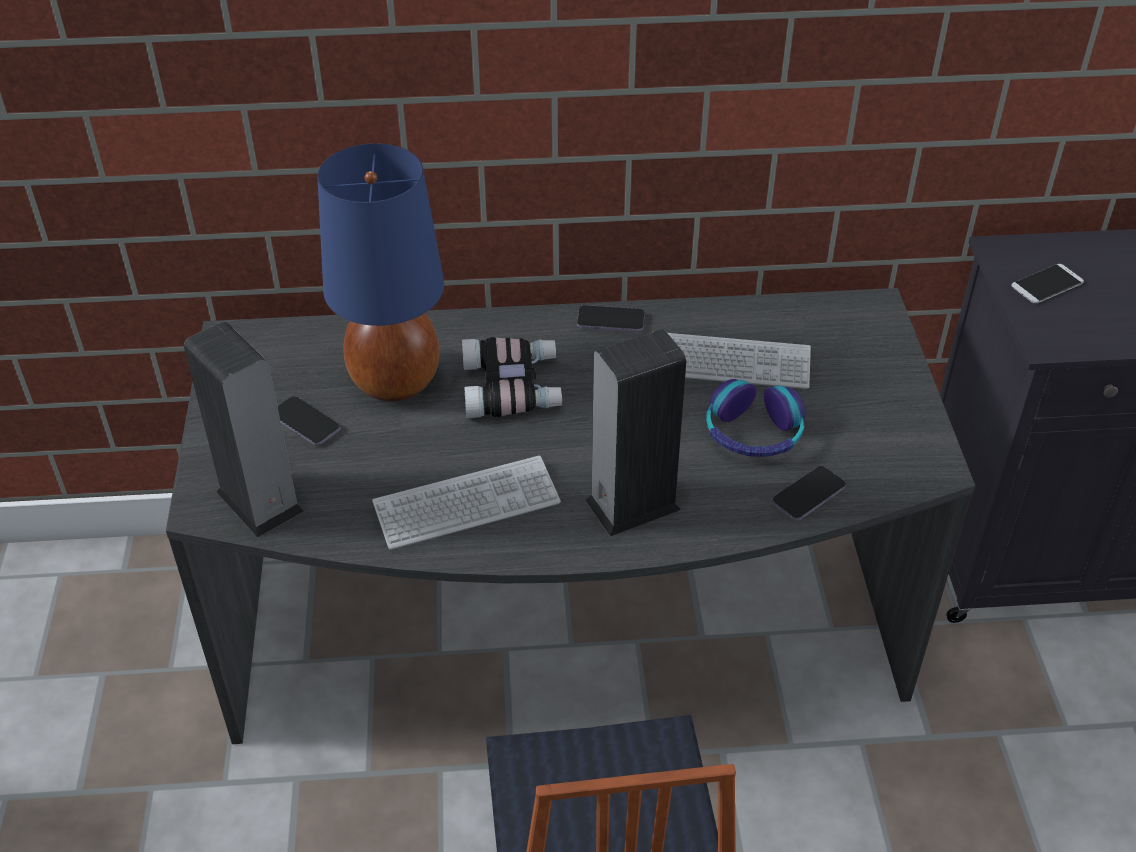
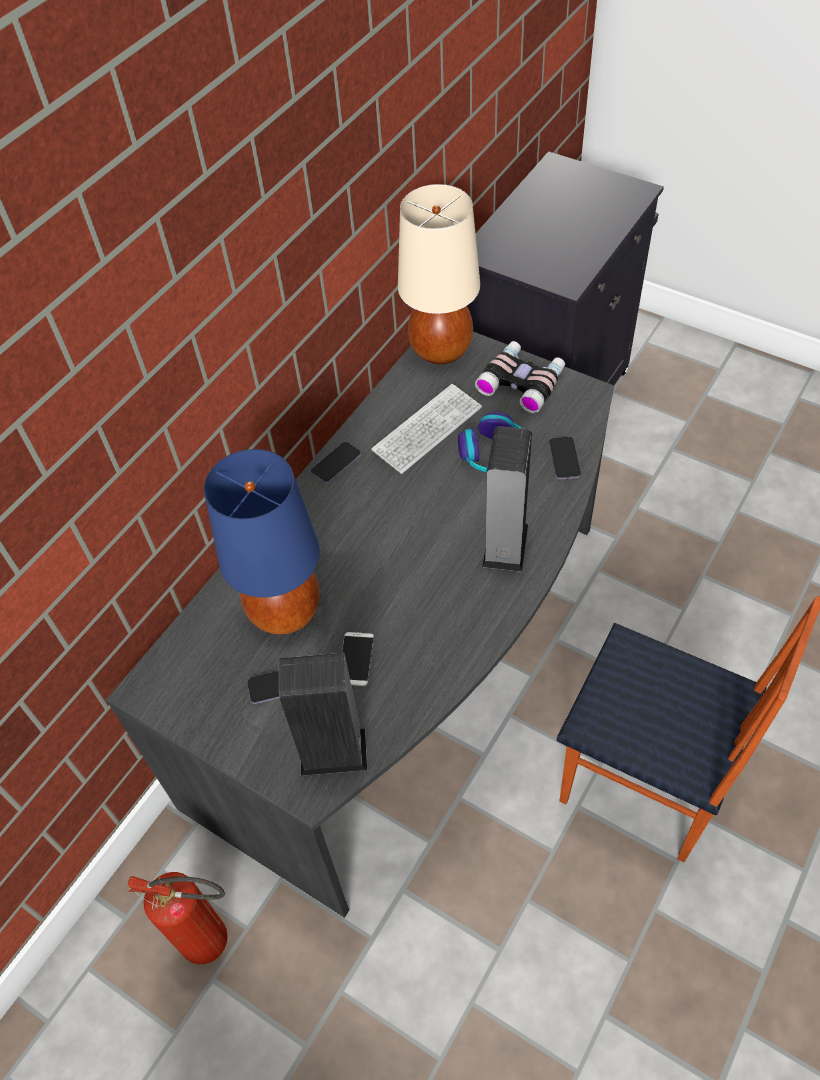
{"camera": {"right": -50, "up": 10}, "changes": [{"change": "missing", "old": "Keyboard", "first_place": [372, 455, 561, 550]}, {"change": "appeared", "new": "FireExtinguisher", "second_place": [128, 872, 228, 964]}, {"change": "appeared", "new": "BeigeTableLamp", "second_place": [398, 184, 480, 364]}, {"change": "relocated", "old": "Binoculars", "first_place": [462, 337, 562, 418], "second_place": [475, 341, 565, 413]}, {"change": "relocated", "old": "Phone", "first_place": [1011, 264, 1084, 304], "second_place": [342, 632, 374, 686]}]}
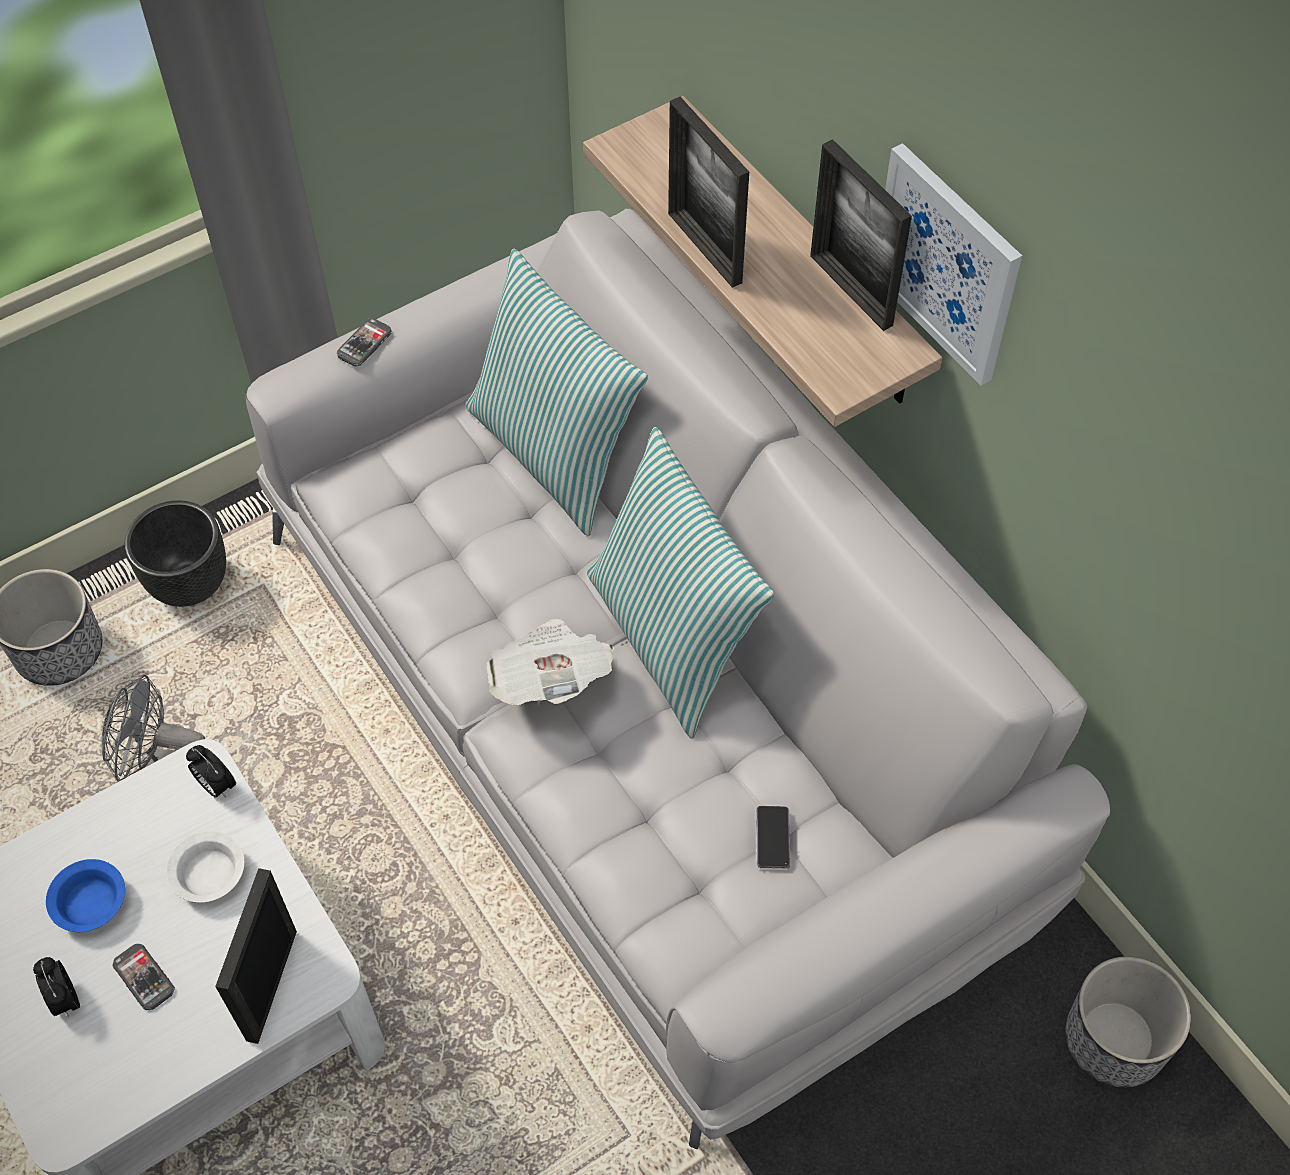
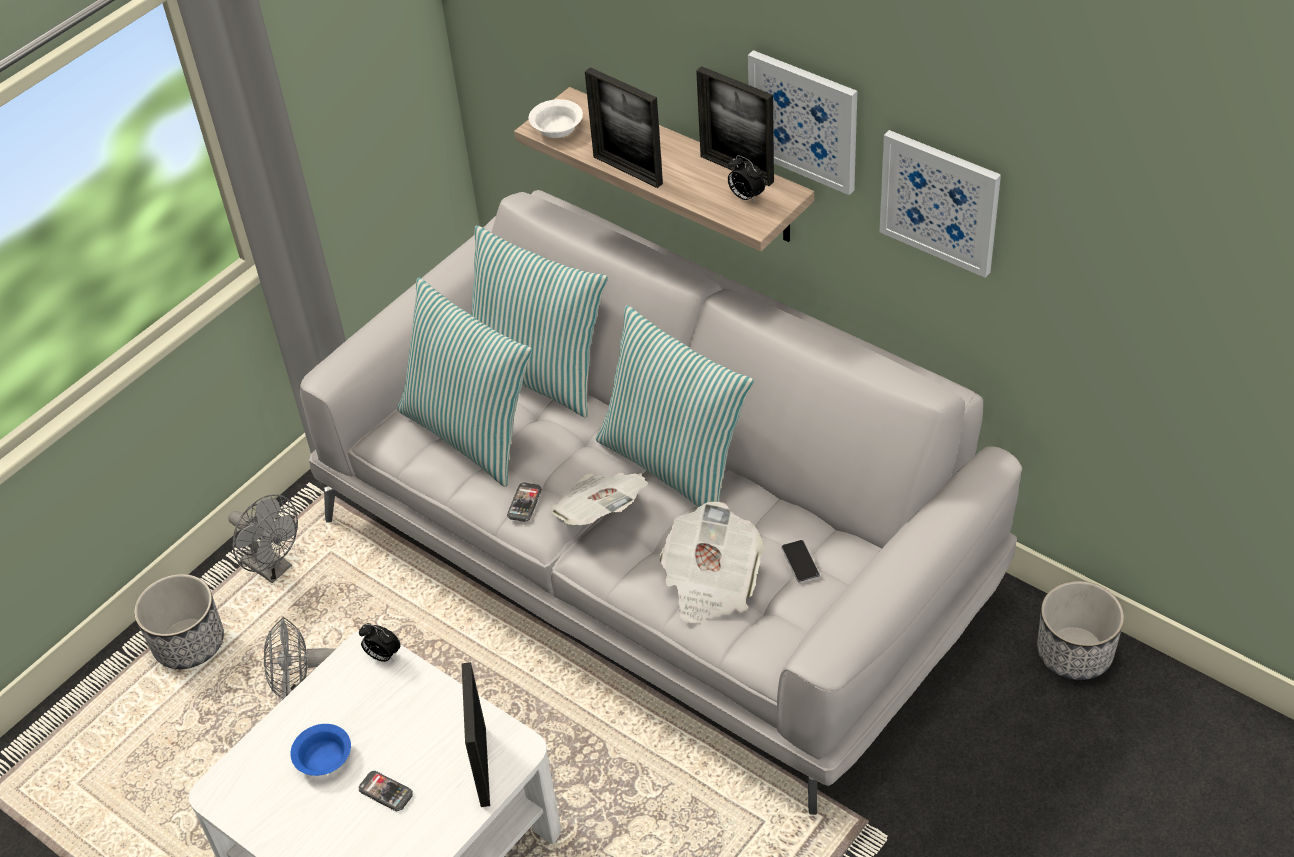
{"camera": {"right": -15, "up": -10}, "changes": [{"change": "appeared", "new": "Pillow", "second_place": [397, 278, 532, 487]}, {"change": "appeared", "new": "Newspaper", "second_place": [660, 502, 764, 623]}, {"change": "appeared", "new": "Picture", "second_place": [879, 130, 1001, 278]}, {"change": "relocated", "old": "AlarmClock", "first_place": [33, 957, 80, 1017], "second_place": [728, 155, 765, 203]}, {"change": "relocated", "old": "WhiteBowl", "first_place": [166, 831, 245, 903], "second_place": [529, 99, 583, 138]}, {"change": "relocated", "old": "Phone", "first_place": [337, 318, 392, 366], "second_place": [507, 482, 542, 522]}, {"change": "exchanged", "old": "BlackPlanter", "new": "GreyFan", "first_place": [125, 500, 226, 607], "second_place": [228, 494, 298, 583]}]}
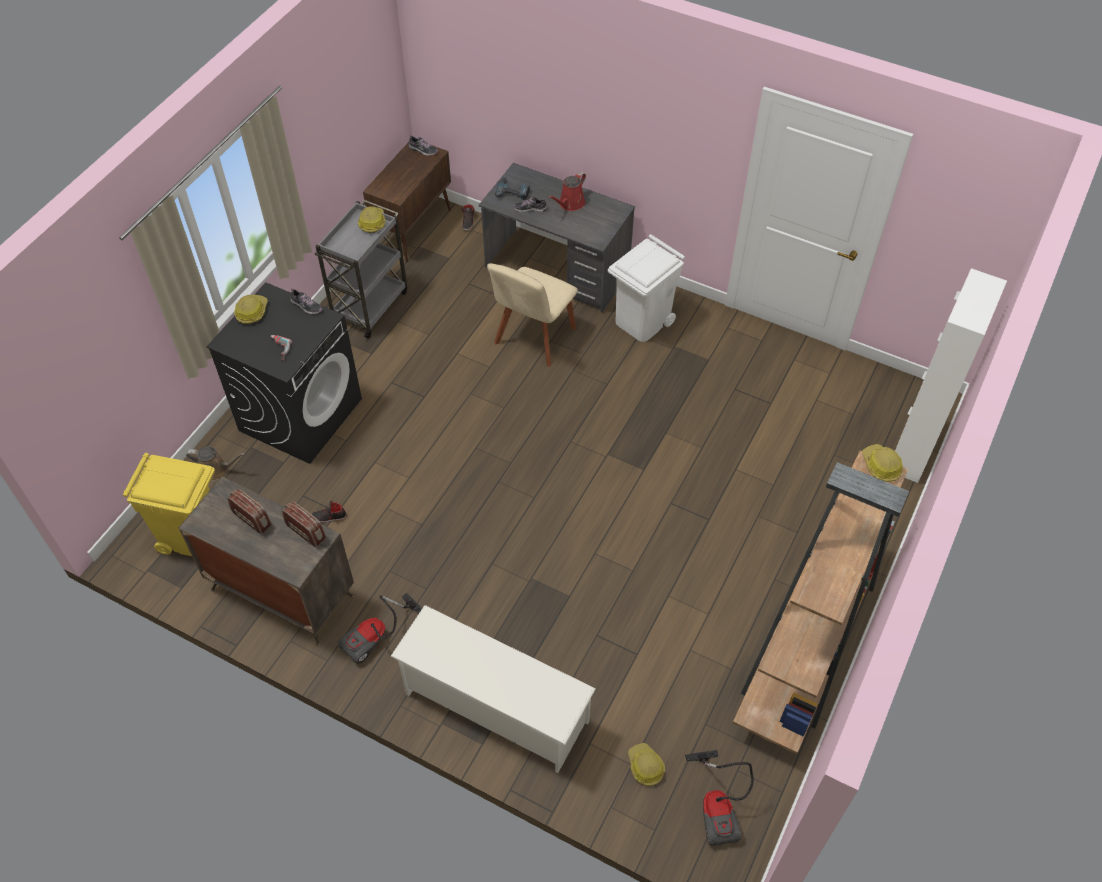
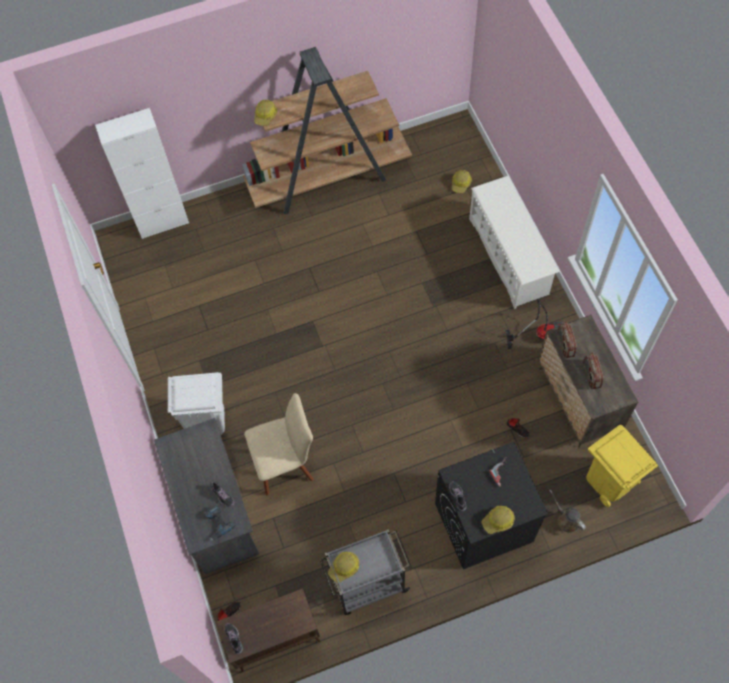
{"camera": {"right": -135, "up": 10}, "changes": [{"change": "missing", "old": "RedWateringCan", "first_place": [548, 172, 586, 211]}, {"change": "missing", "old": "VacuumCleaner", "first_place": [685, 750, 754, 847]}]}
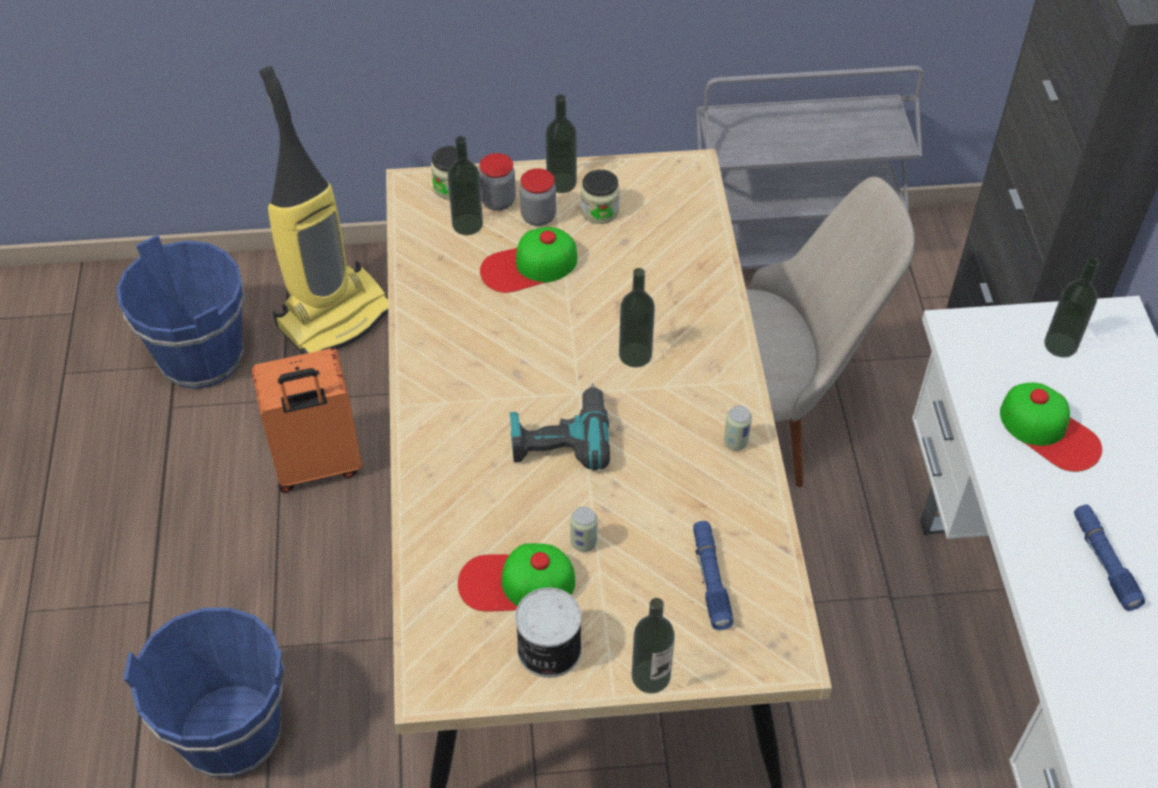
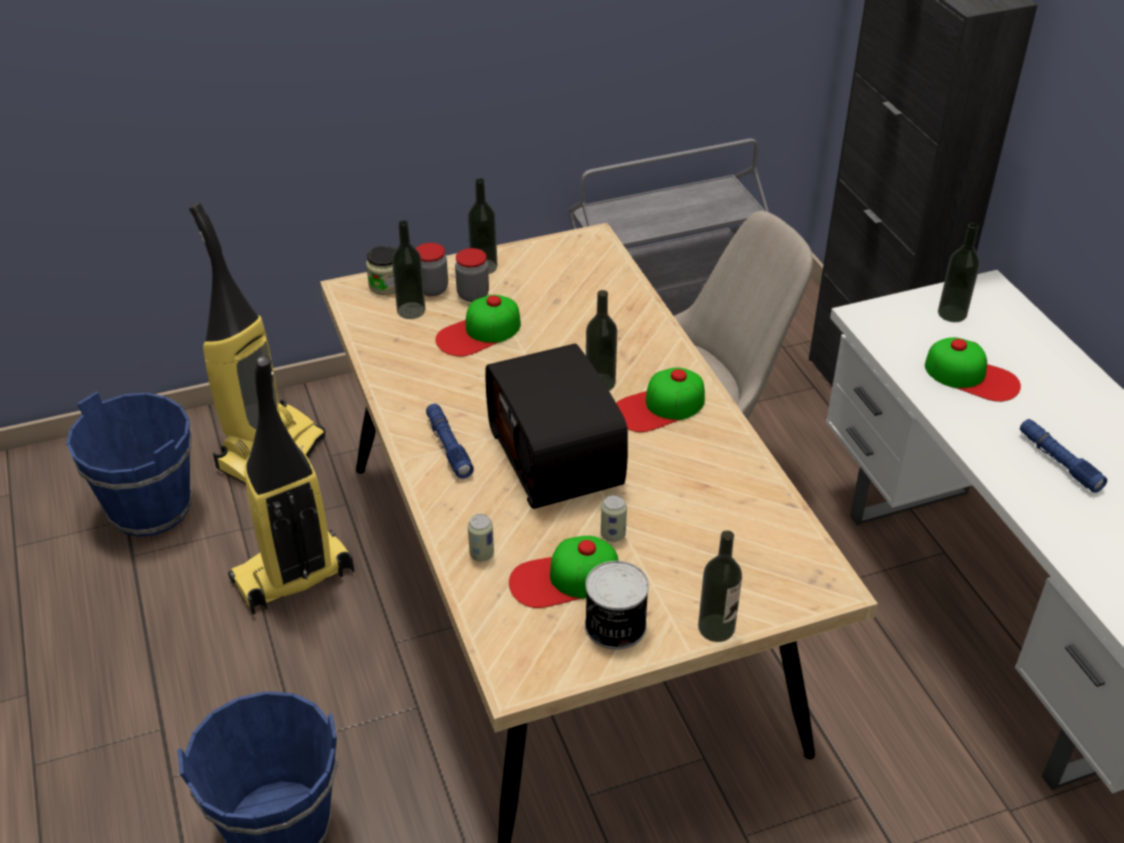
{"camera": {"right": -15, "up": -10}, "changes": [{"change": "missing", "old": "Jar", "first_place": [581, 170, 620, 224]}, {"change": "appeared", "new": "Cap", "second_place": [616, 367, 705, 432]}, {"change": "relocated", "old": "BlueFlashlight", "first_place": [693, 521, 734, 630], "second_place": [426, 403, 474, 479]}, {"change": "relocated", "old": "Can", "first_place": [724, 405, 752, 451], "second_place": [468, 514, 494, 562]}, {"change": "exchanged", "old": "OrangeSuitcase", "new": "VacuumCleaner", "first_place": [252, 348, 362, 493], "second_place": [228, 355, 354, 614]}, {"change": "exchanged", "old": "PowerDrill", "new": "Radio", "first_place": [510, 383, 610, 470], "second_place": [485, 343, 628, 509]}]}
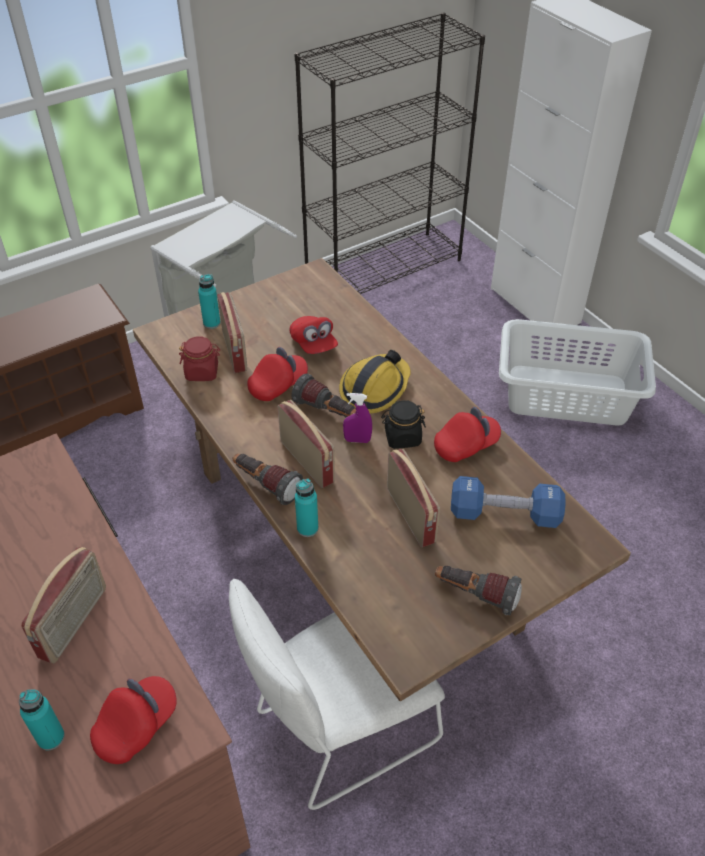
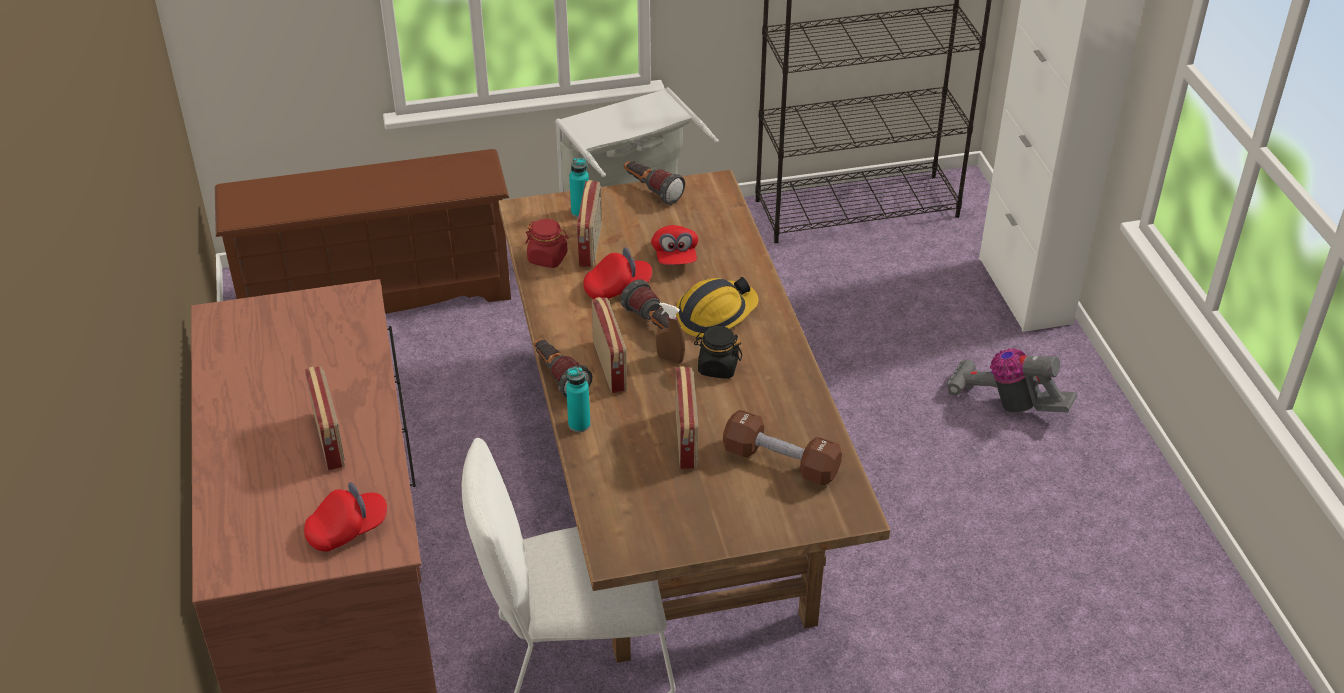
{"camera": {"right": 20, "up": -5}, "changes": [{"change": "missing", "old": "TurquoiseBottle", "first_place": [19, 689, 65, 750]}, {"change": "missing", "old": "RedCap", "first_place": [434, 407, 501, 462]}, {"change": "relocated", "old": "Flashlight", "first_place": [435, 566, 522, 616], "second_place": [624, 161, 685, 205]}, {"change": "exchanged", "old": "WhiteLaundryBasket", "new": "VacuumCleaner", "first_place": [499, 319, 656, 425], "second_place": [946, 348, 1077, 413]}, {"change": "colour", "old": "PurpleSprayBottle", "new": "BrownSprayBottle", "first_place": [343, 393, 372, 443], "second_place": [656, 303, 685, 363]}, {"change": "colour", "old": "BlueDumbbell", "new": "BrownDumbbell", "first_place": [451, 476, 566, 528], "second_place": [723, 410, 842, 485]}, {"change": "spun", "old": "Radio", "first_place": [21, 547, 106, 663], "second_place": [305, 366, 345, 471], "degrees": -60}]}
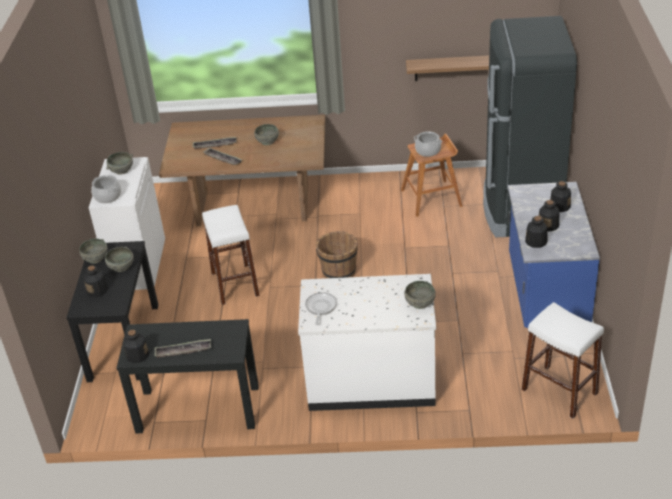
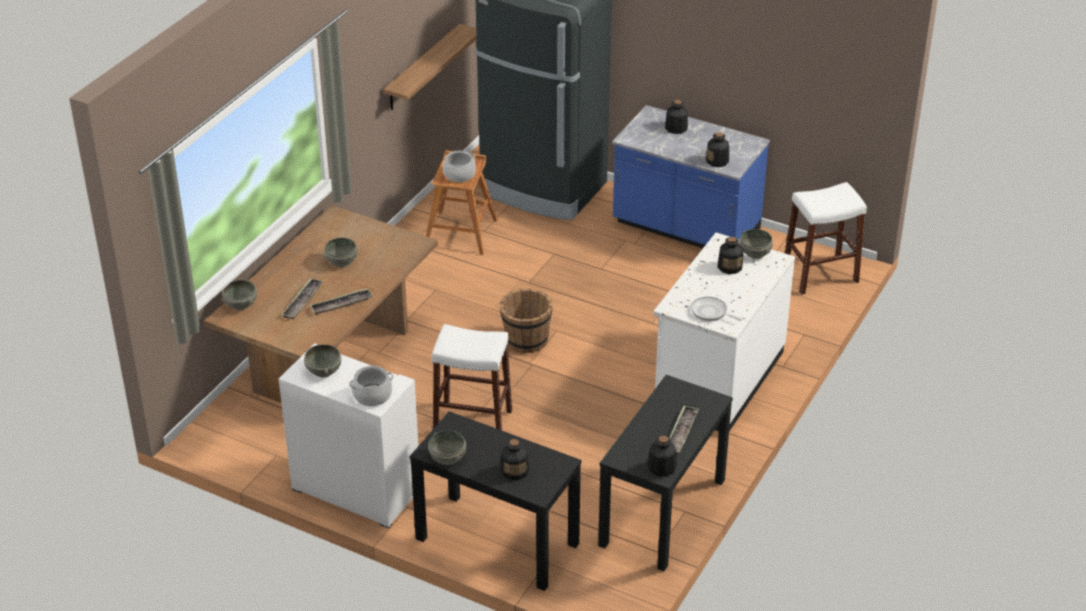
{"camera": {"right": -65, "up": 0}, "changes": [{"change": "relocated", "old": "GreyBowl", "first_place": [105, 247, 134, 272], "second_place": [222, 280, 257, 310]}, {"change": "relocated", "old": "Bottle", "first_place": [539, 200, 559, 232], "second_place": [717, 237, 743, 274]}]}
